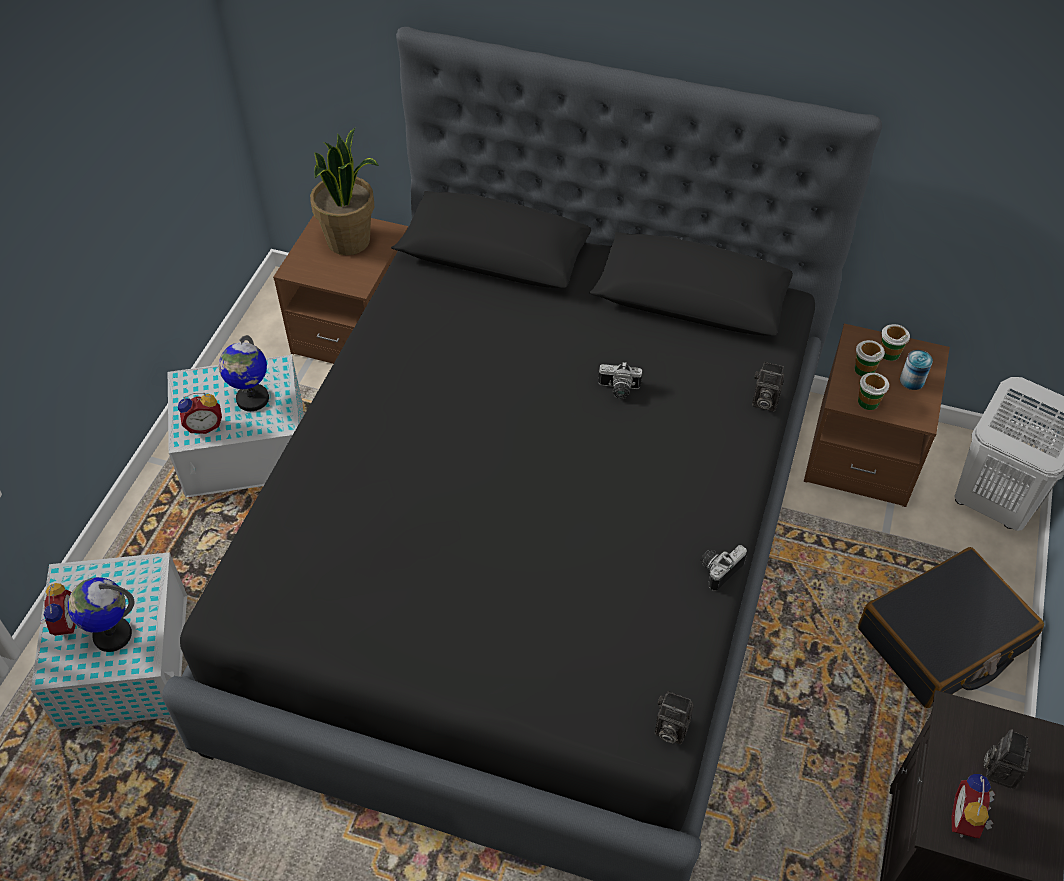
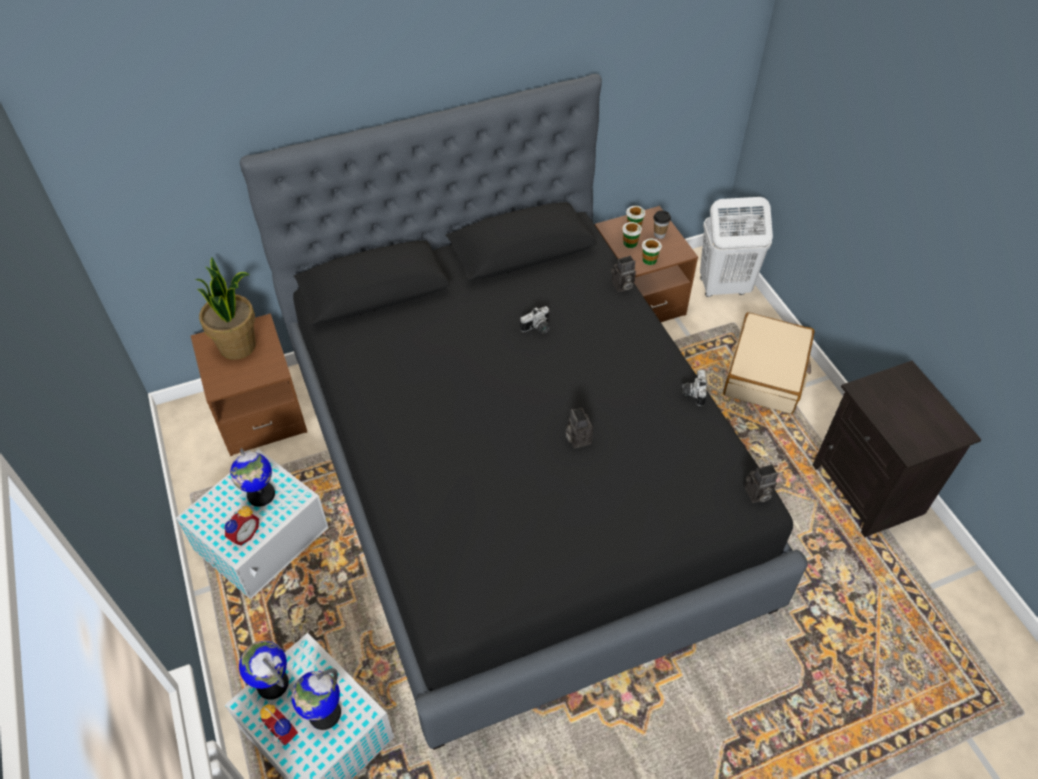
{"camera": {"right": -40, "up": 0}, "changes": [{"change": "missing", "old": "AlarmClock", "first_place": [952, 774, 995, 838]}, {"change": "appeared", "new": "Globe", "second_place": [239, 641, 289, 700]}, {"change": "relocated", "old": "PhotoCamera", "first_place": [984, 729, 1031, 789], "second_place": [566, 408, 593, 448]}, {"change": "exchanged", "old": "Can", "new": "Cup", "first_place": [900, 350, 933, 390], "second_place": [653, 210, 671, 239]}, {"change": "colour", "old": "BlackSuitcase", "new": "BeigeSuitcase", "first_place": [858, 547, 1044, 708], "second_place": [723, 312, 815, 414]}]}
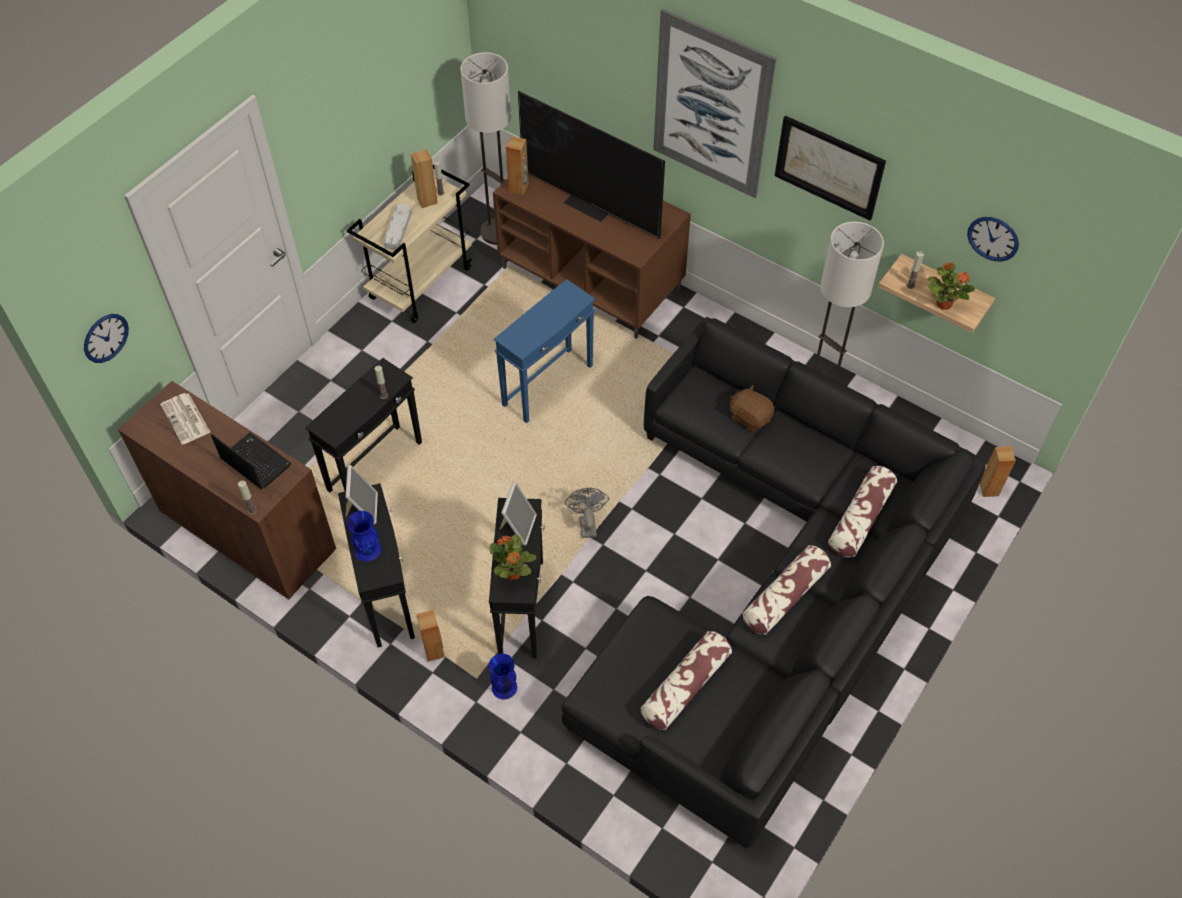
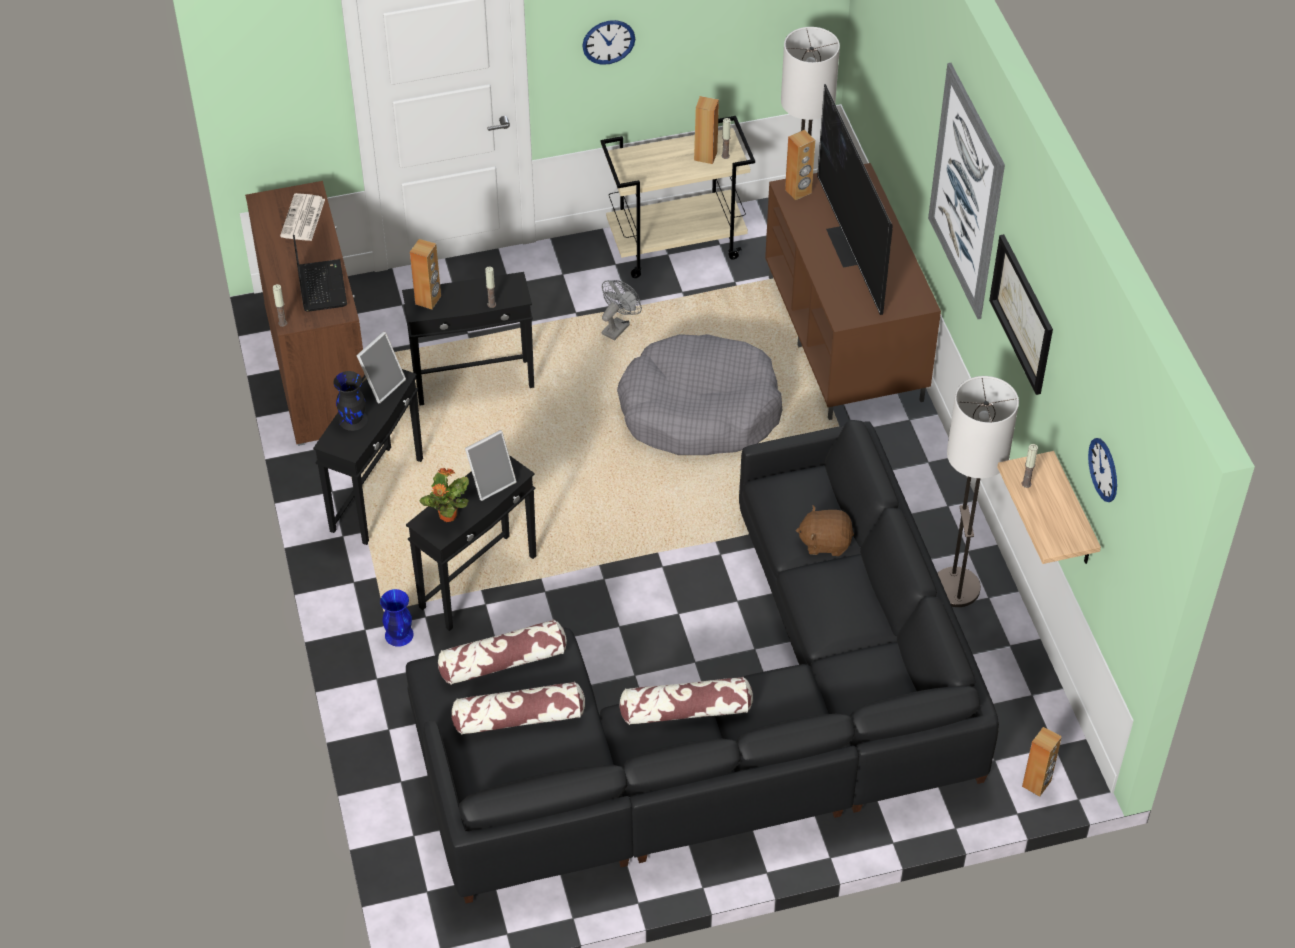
{"camera": {"right": 40, "up": -5}, "changes": [{"change": "missing", "old": "GreyTray", "first_place": [384, 203, 412, 250]}, {"change": "missing", "old": "PottedPlant", "first_place": [927, 262, 975, 310]}, {"change": "relocated", "old": "WallClock", "first_place": [84, 314, 129, 363], "second_place": [582, 20, 635, 65]}, {"change": "relocated", "old": "BrownSpeaker", "first_place": [416, 609, 445, 662], "second_place": [410, 239, 441, 310]}, {"change": "relocated", "old": "GreyFan", "first_place": [565, 488, 609, 538], "second_place": [602, 280, 642, 341]}, {"change": "relocated", "old": "Pillow", "first_place": [828, 466, 897, 558], "second_place": [438, 619, 567, 685]}, {"change": "exchanged", "old": "BlueSideTable", "new": "GreyDogBed", "first_place": [493, 279, 595, 423], "second_place": [617, 334, 782, 455]}, {"change": "colour", "old": "BlueVase", "new": "BlackVase", "first_place": [347, 511, 381, 562], "second_place": [333, 371, 368, 431]}, {"change": "spun", "old": "BrownPlushToy", "first_place": [730, 385, 774, 432], "second_place": [796, 505, 854, 556], "degrees": -75}]}
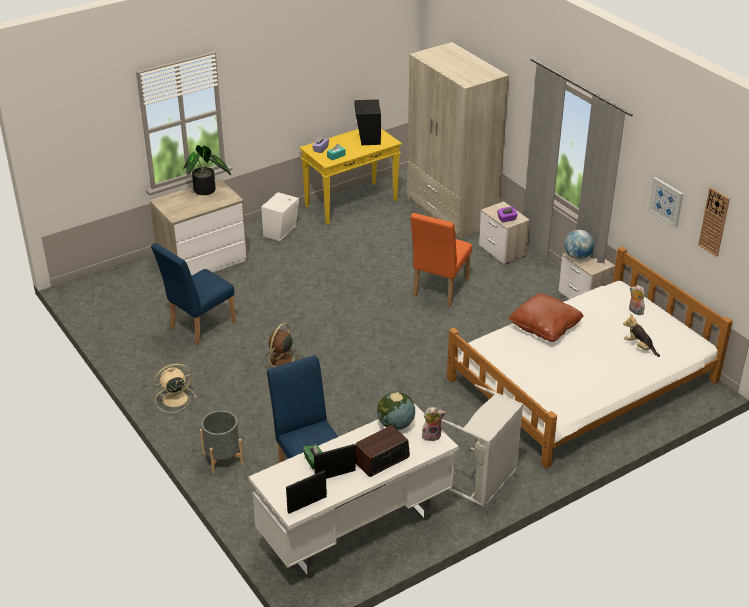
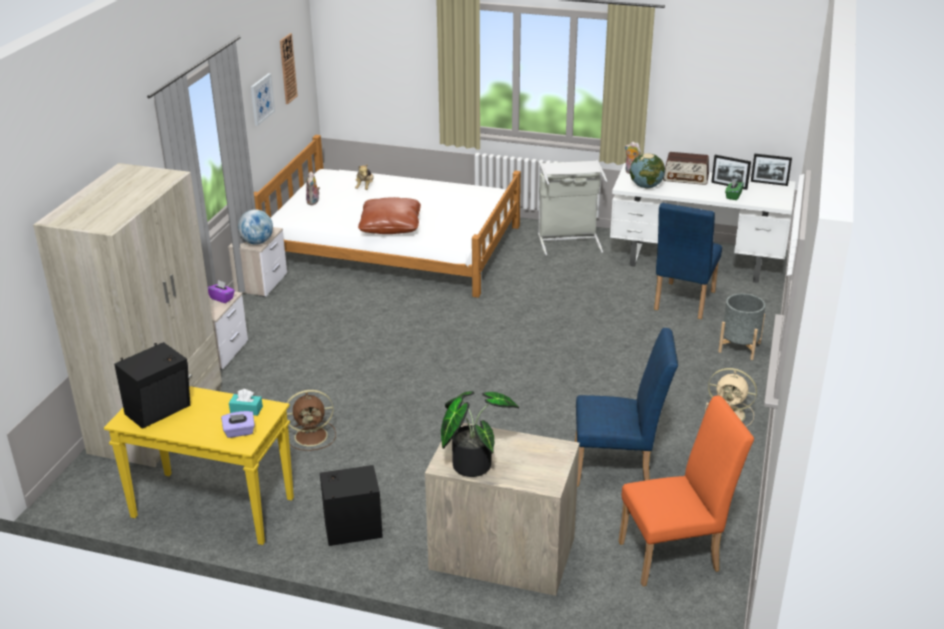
{"camera": {"right": -130, "up": -5}, "changes": [{"change": "relocated", "old": "BrownFan", "first_place": [263, 323, 298, 369], "second_place": [287, 390, 336, 451]}, {"change": "relocated", "old": "OrangeChair", "first_place": [410, 213, 472, 306], "second_place": [618, 396, 754, 586]}, {"change": "colour", "old": "WhiteSpeaker", "new": "BlackSpeaker", "first_place": [261, 192, 299, 241], "second_place": [320, 465, 383, 546]}]}
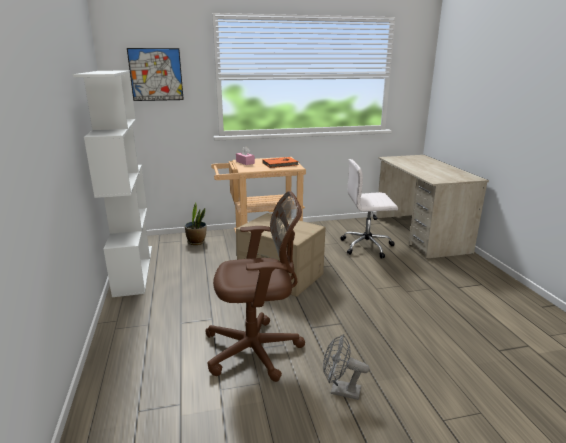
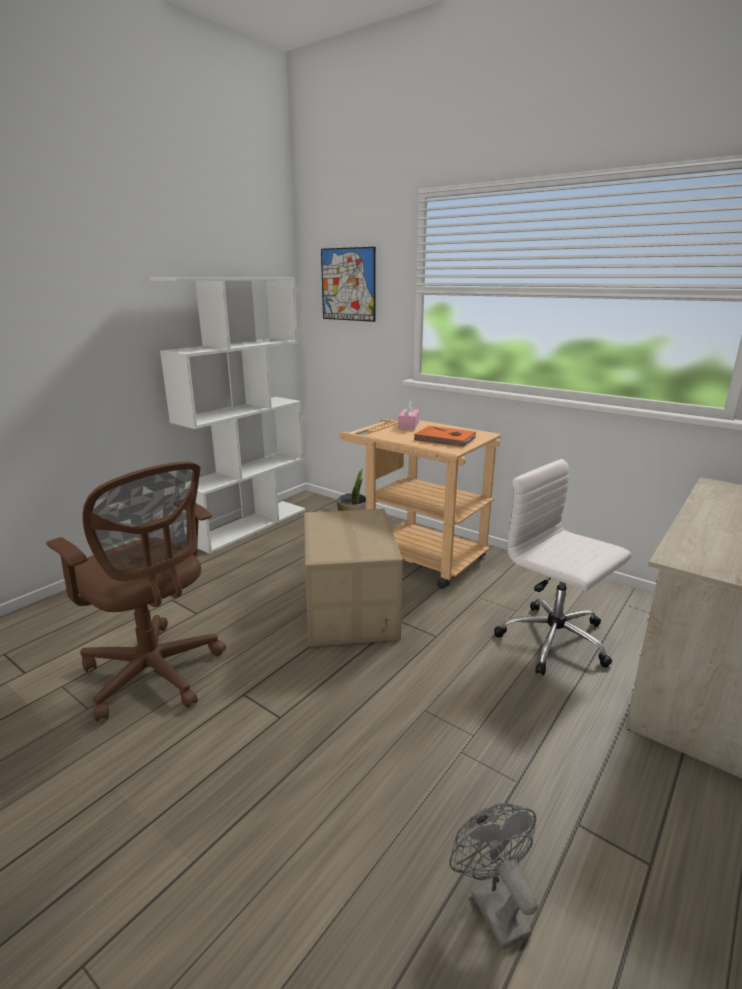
{"camera": {"right": 50, "up": 0}, "changes": [{"change": "relocated", "old": "GreyFan", "first_place": [323, 334, 369, 400], "second_place": [449, 803, 538, 950]}]}
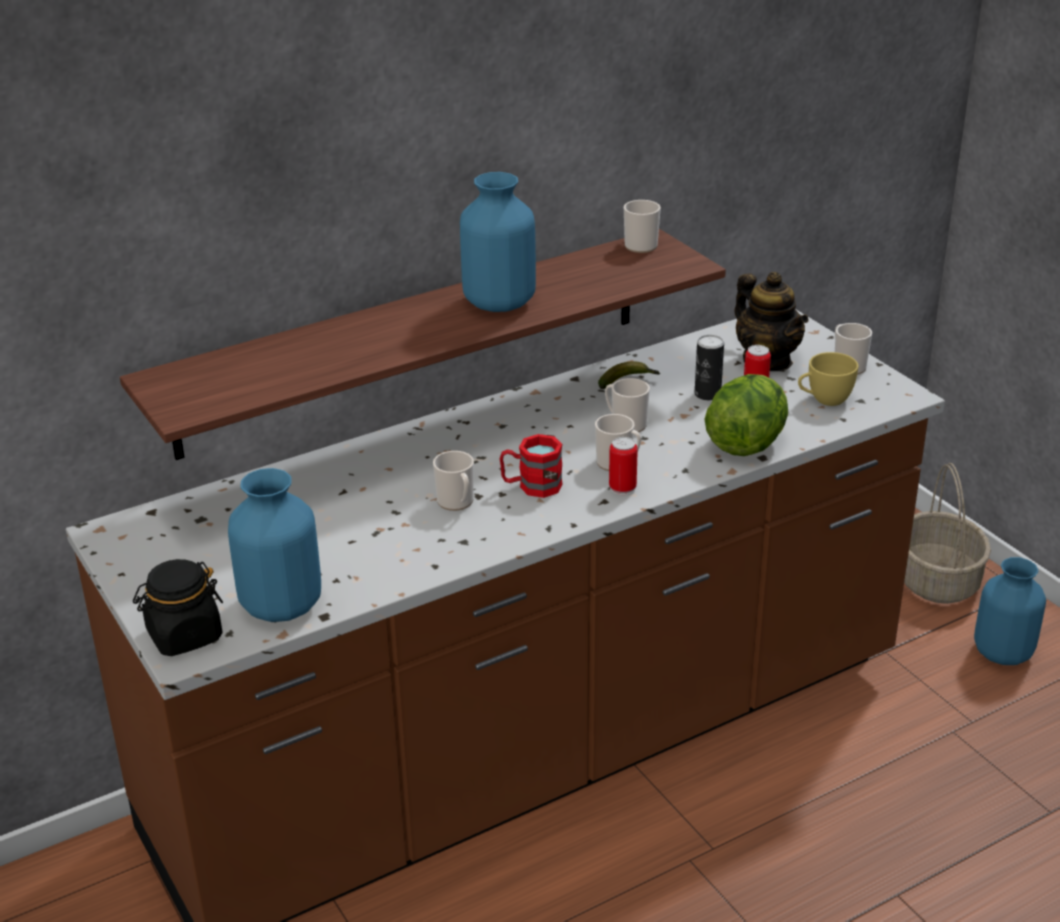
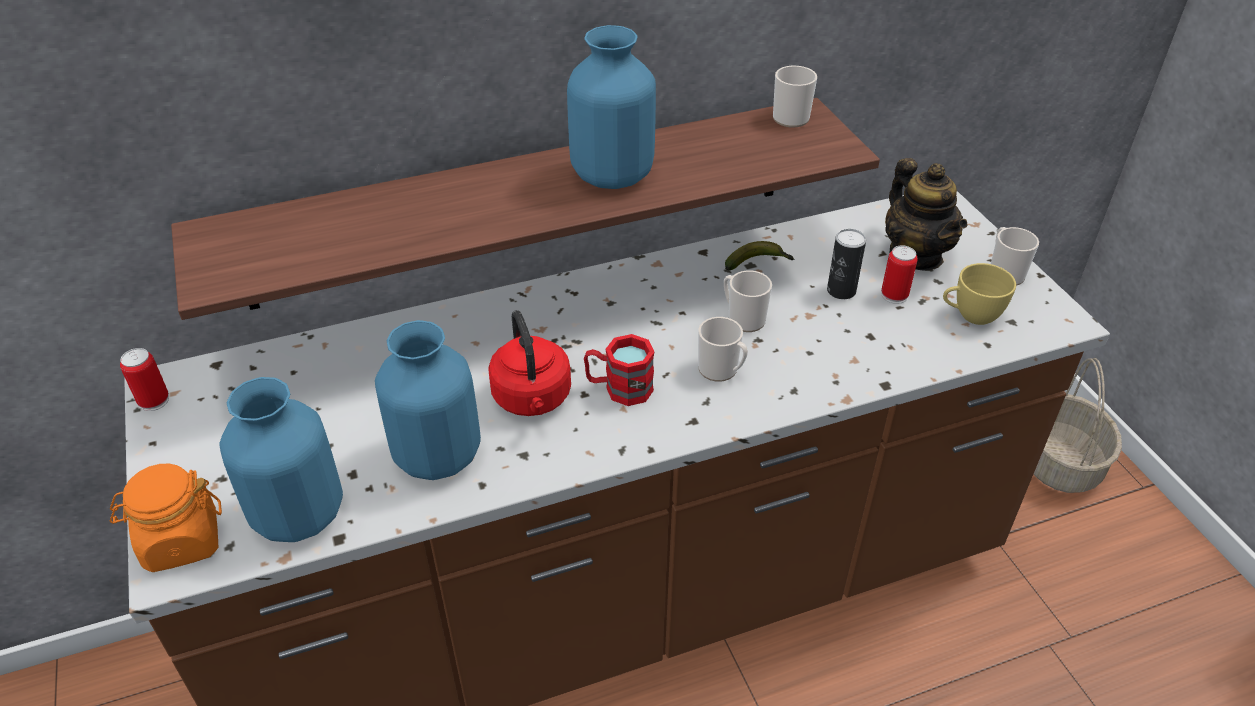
{"camera": {"right": 10, "up": 10}, "changes": [{"change": "missing", "old": "Lettuce", "first_place": [705, 374, 788, 456]}, {"change": "relocated", "old": "Can", "first_place": [609, 437, 638, 496], "second_place": [120, 348, 169, 411]}, {"change": "relocated", "old": "BlueVase", "first_place": [974, 557, 1046, 665], "second_place": [375, 320, 481, 480]}, {"change": "exchanged", "old": "Mug", "new": "RedKettle", "first_place": [433, 451, 474, 511], "second_place": [488, 310, 571, 416]}, {"change": "colour", "old": "BlackJar", "new": "OrangeJar", "first_place": [133, 559, 223, 656], "second_place": [109, 463, 222, 572]}]}
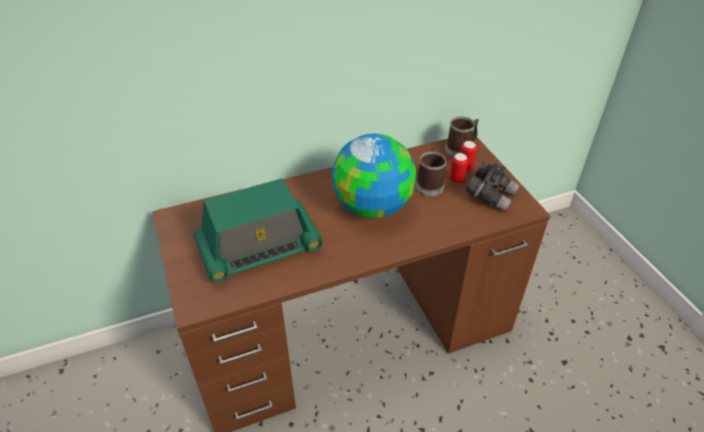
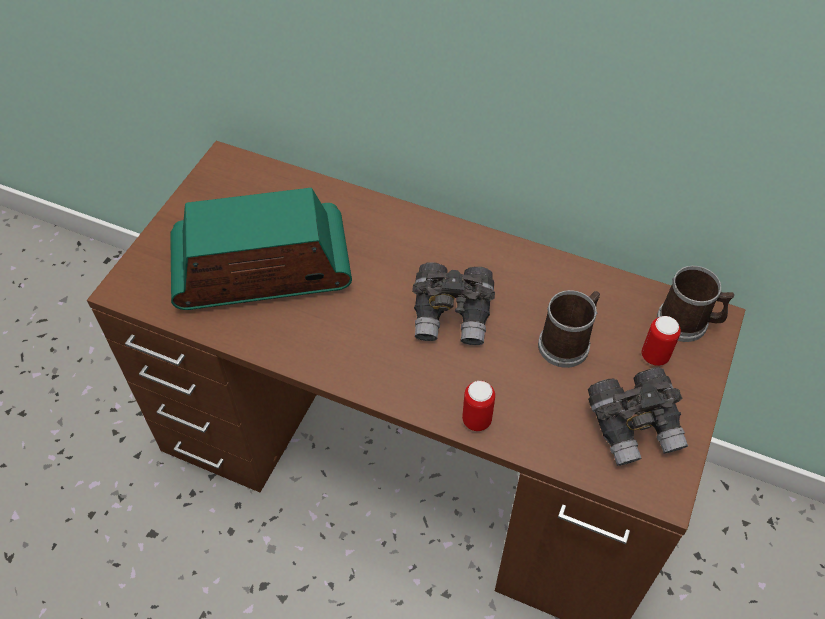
{"camera": {"right": 45, "up": 10}, "changes": [{"change": "relocated", "old": "Can", "first_place": [450, 153, 468, 184], "second_place": [462, 381, 495, 431]}, {"change": "exchanged", "old": "Globe", "new": "GreyBinoculars", "first_place": [332, 133, 416, 218], "second_place": [412, 263, 495, 345]}, {"change": "spun", "old": "Radio", "first_place": [194, 178, 322, 283], "second_place": [170, 188, 352, 310], "degrees": 150}]}
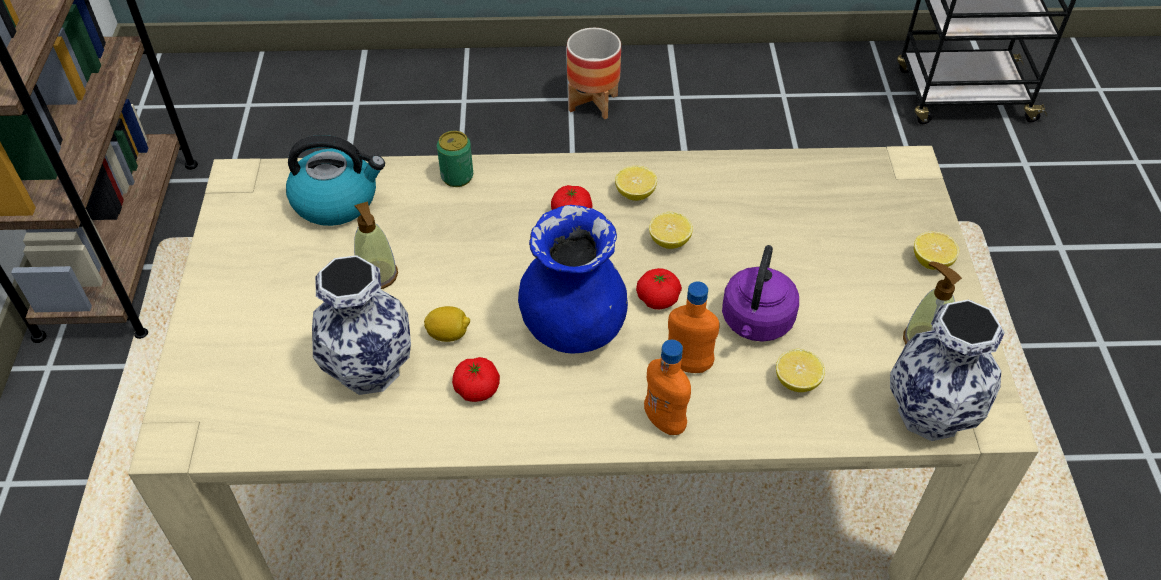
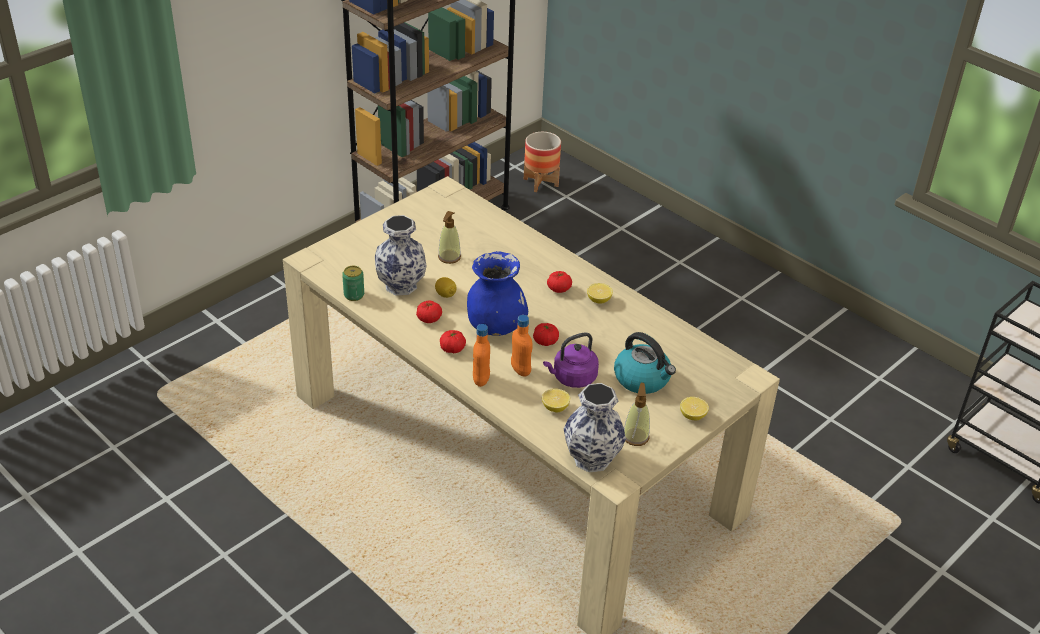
{"camera": {"right": 45, "up": -10}, "changes": [{"change": "missing", "old": "Lemon", "first_place": [649, 212, 693, 249]}, {"change": "appeared", "new": "Tomato", "second_place": [440, 330, 466, 353]}, {"change": "relocated", "old": "Kettle", "first_place": [286, 135, 385, 226], "second_place": [614, 332, 676, 394]}, {"change": "relocated", "old": "Can", "first_place": [437, 131, 473, 187], "second_place": [342, 266, 364, 301]}, {"change": "relocated", "old": "Planter", "first_place": [567, 28, 621, 119], "second_place": [524, 132, 561, 192]}]}
